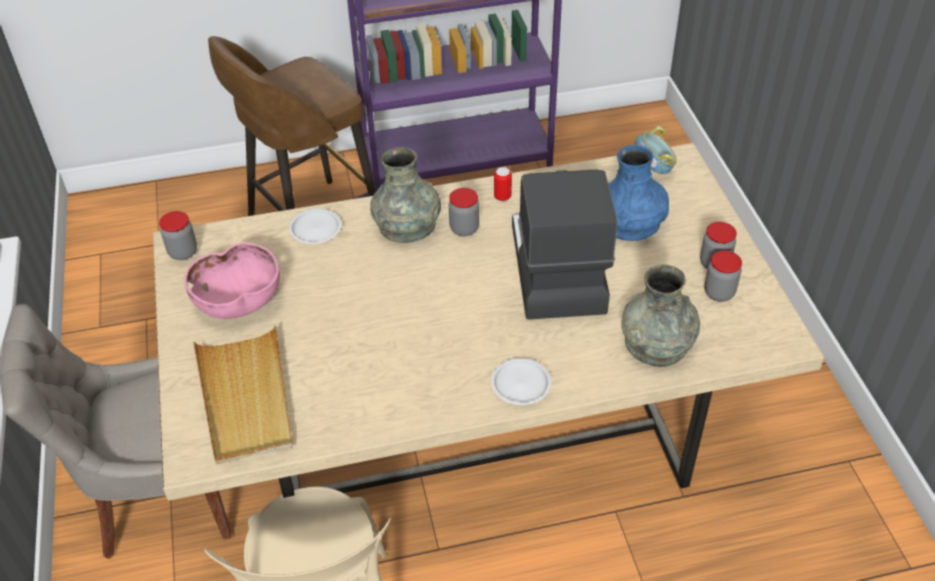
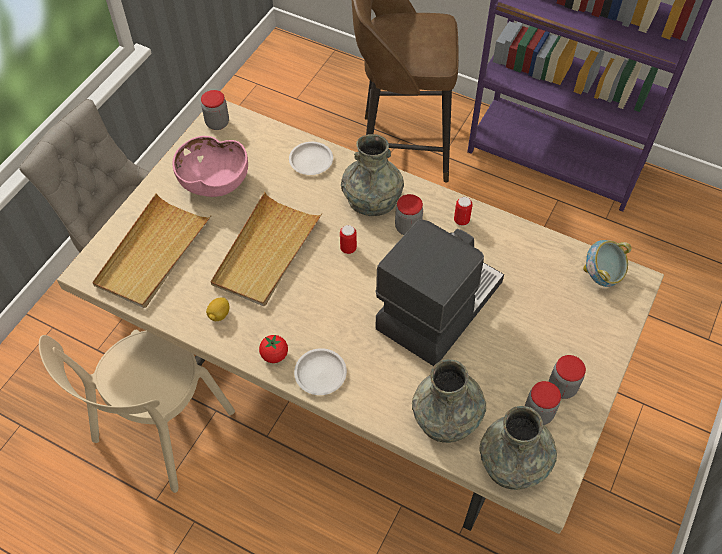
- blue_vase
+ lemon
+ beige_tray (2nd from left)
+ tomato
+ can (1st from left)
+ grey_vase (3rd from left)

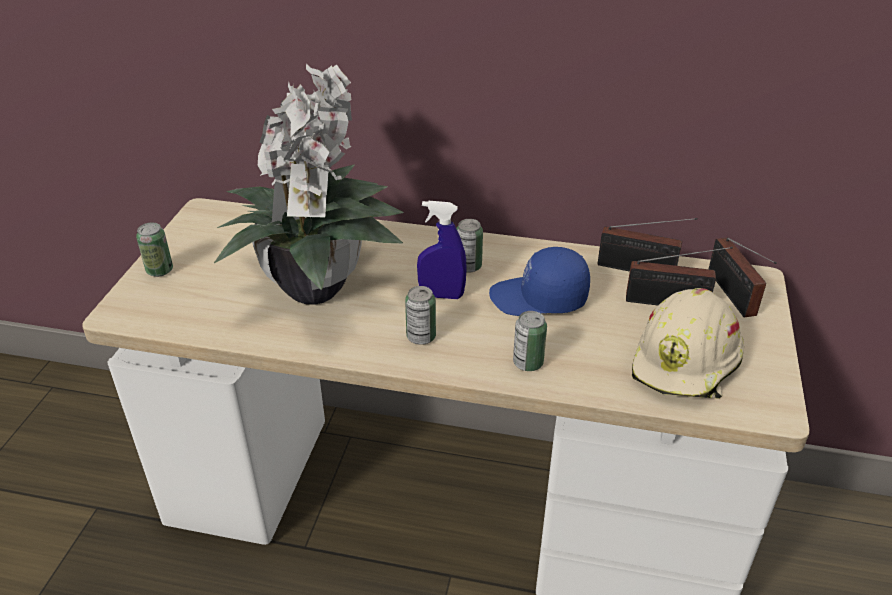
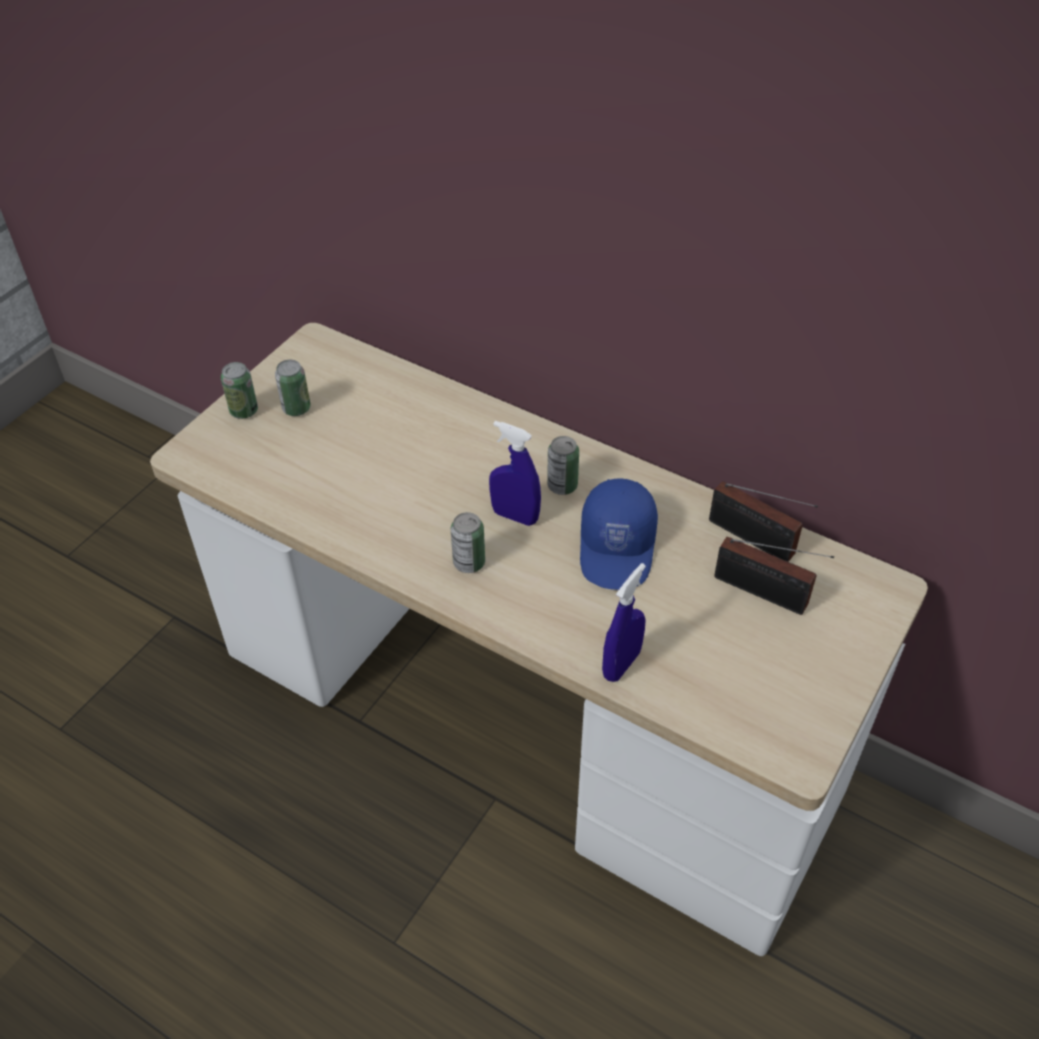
- potted_plant
- beige_hard_hat
- radio (3rd from left)
+ blue_spray_bottle (2nd from left)
~ can (4th from left in the first image) to can (2nd from left)
~ blue_cap 105 degrees counterclockwise

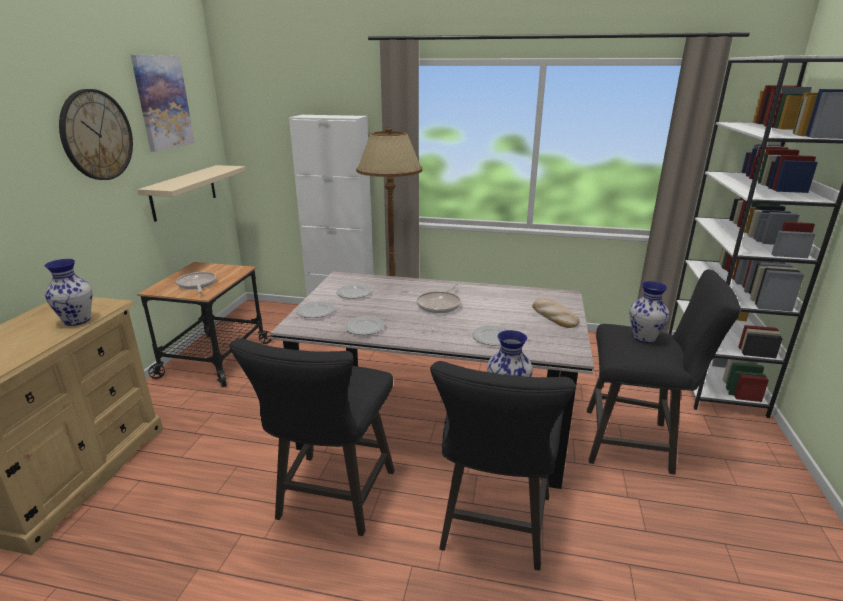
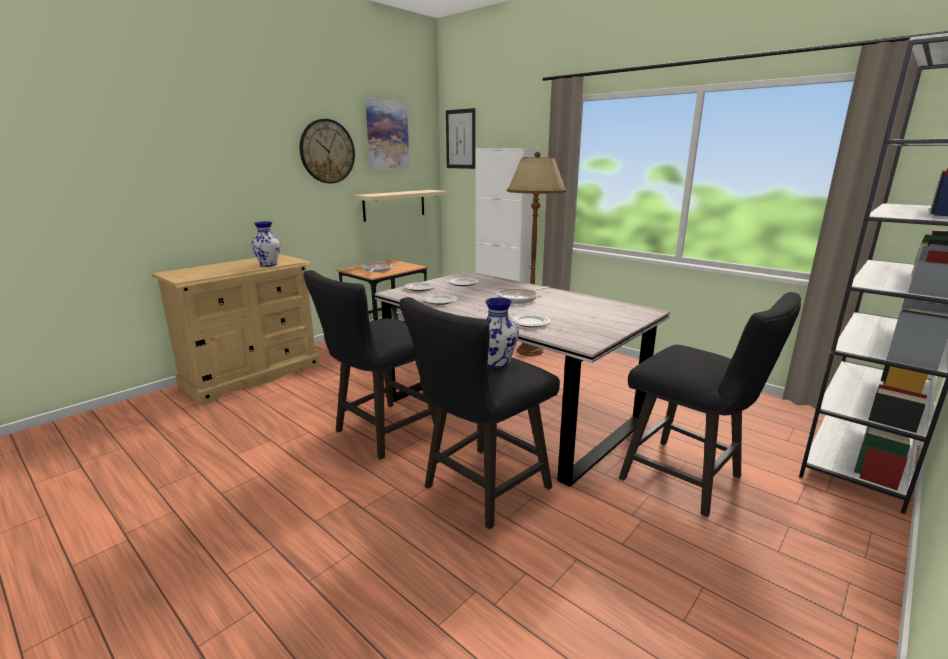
- bread
- vase (3rd from left)
+ picture (2nd from left)

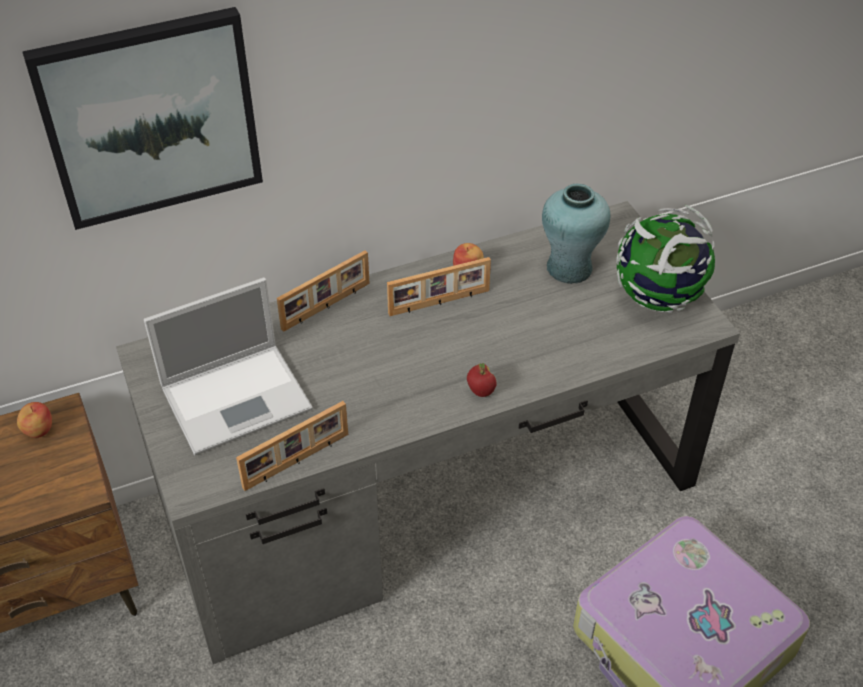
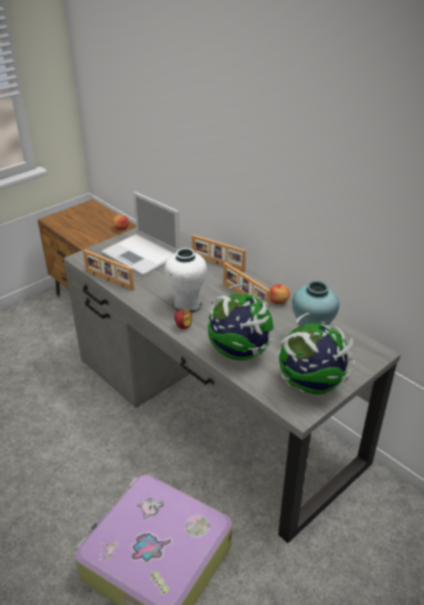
- picture
+ white_vase
+ globe (1st from left)

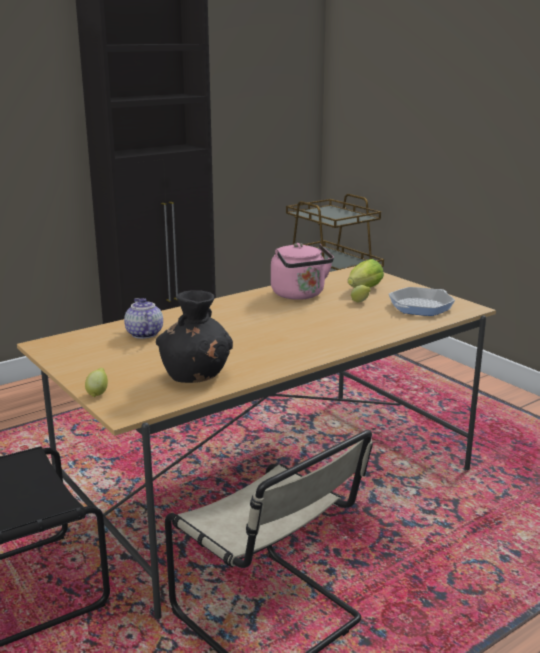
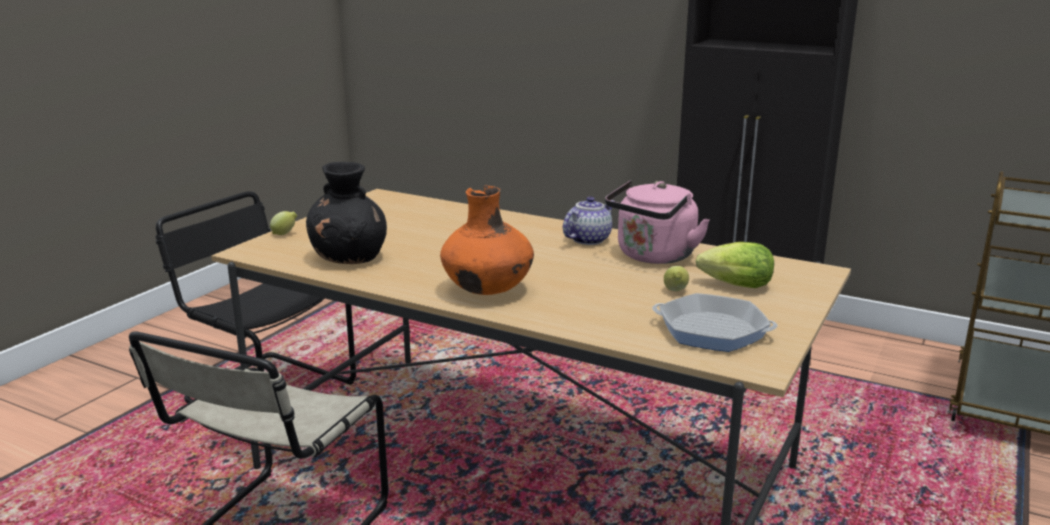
+ orange_vase
~ teapot

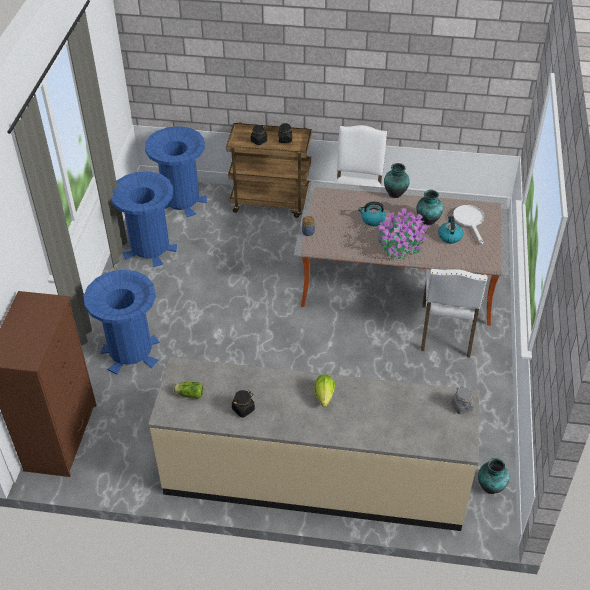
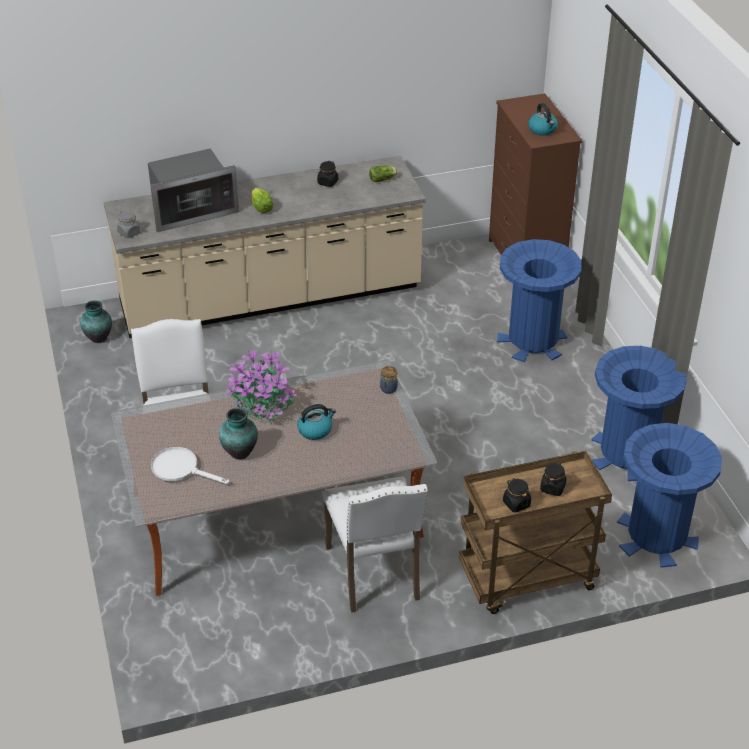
- vase (1st from left)
+ microwave
~ kettle (2nd from left)
~ white_frying_pan 150 degrees clockwise

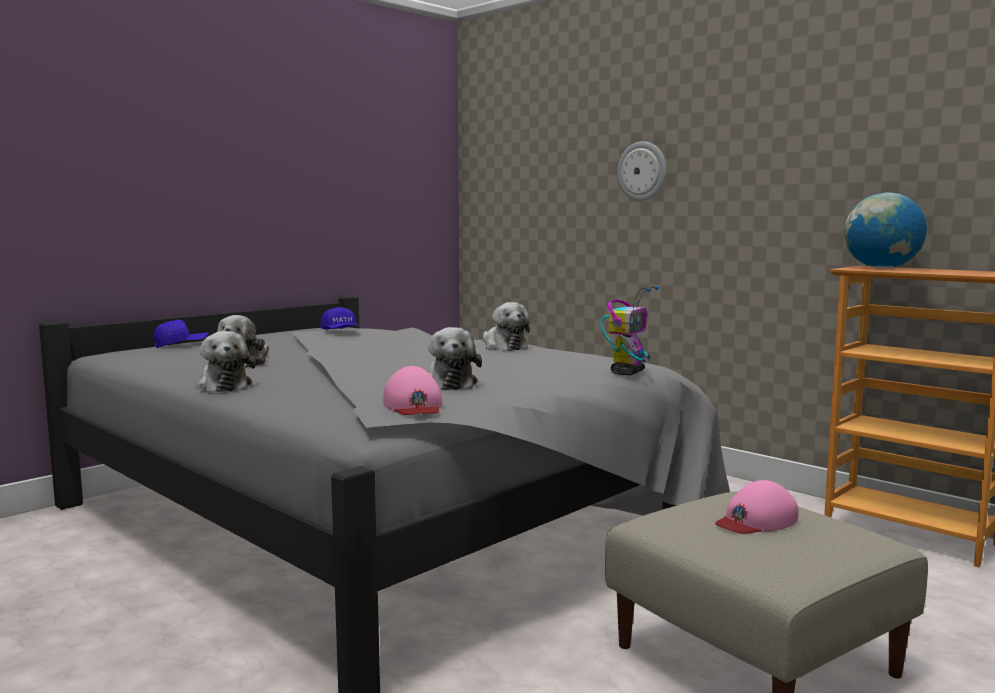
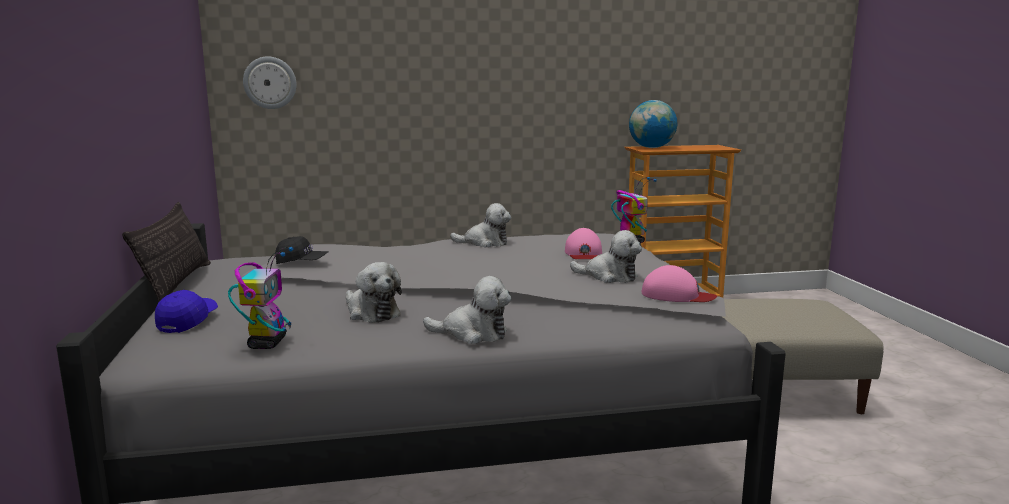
+ pillow
+ toy_robot (1st from left)
~ wall_clock
~ pink_cap (2nd from left in the first image) to pink_cap (1st from left)
~ blue_cap (2nd from left) to black_cap

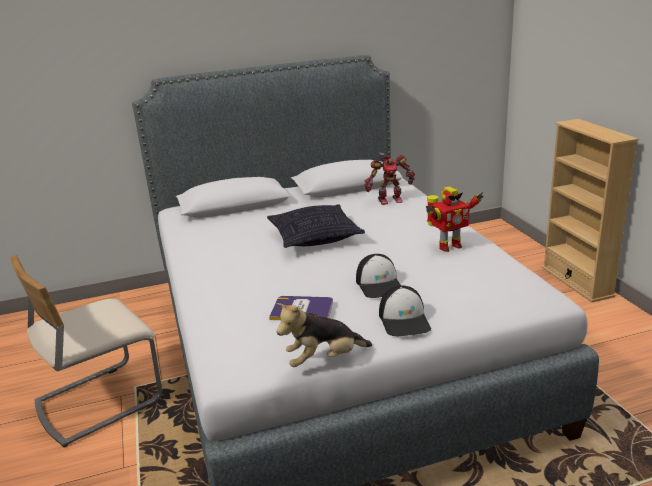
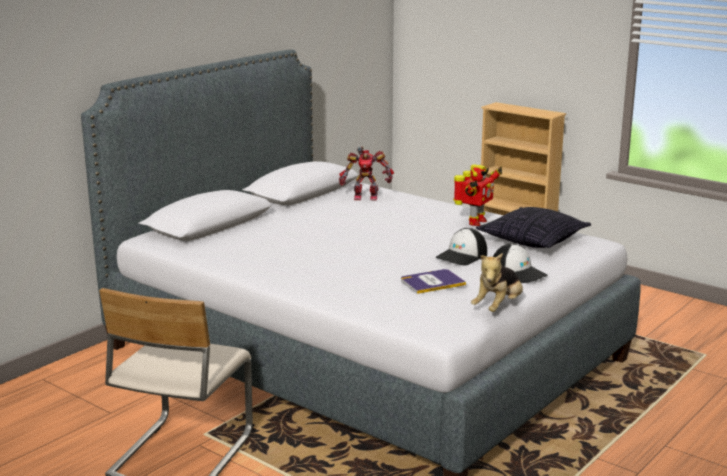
~ pillow
~ cap (1st from left) 90 degrees clockwise
~ toy_robot (1st from left) 45 degrees clockwise

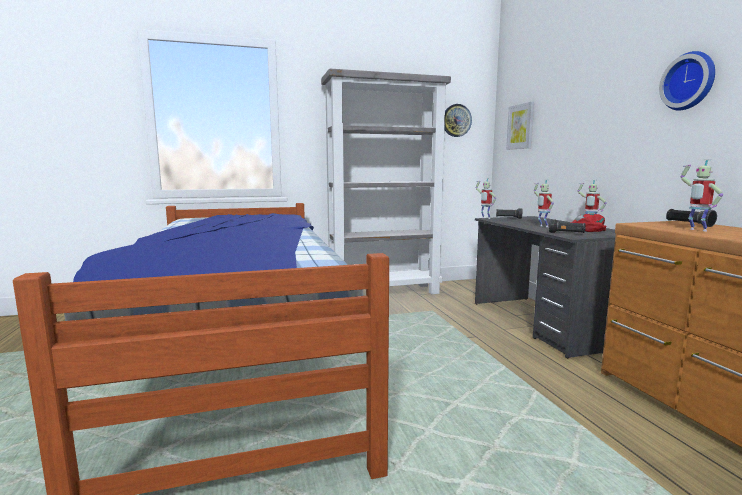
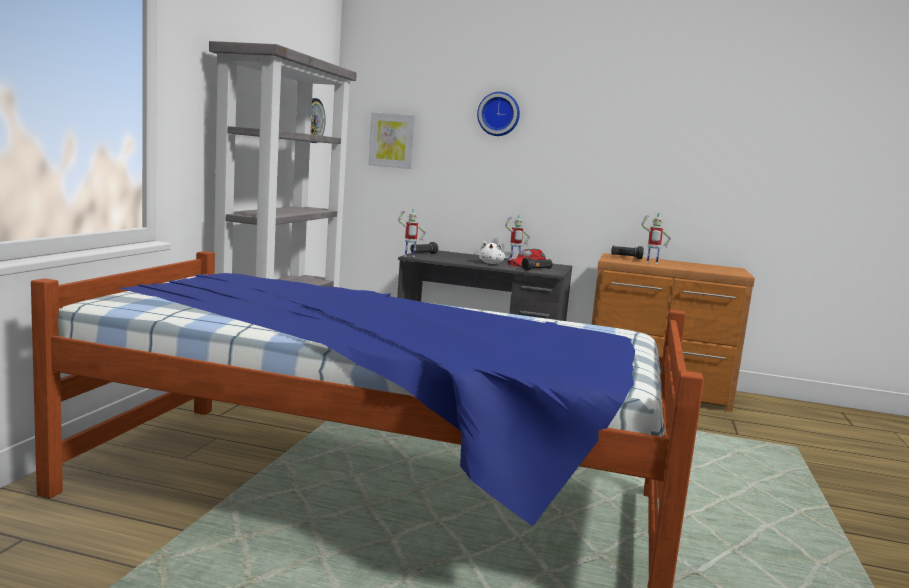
~ wall_clock (2nd from left)
~ toy_robot (2nd from left) to white_plush_toy

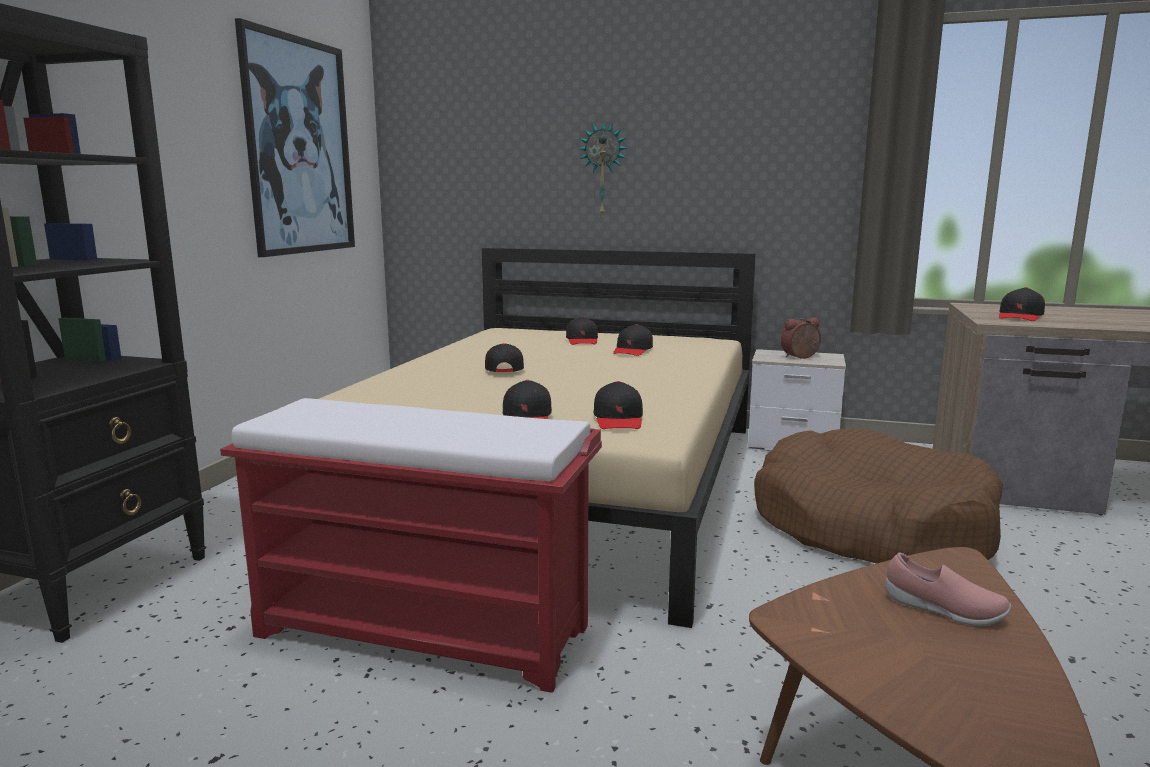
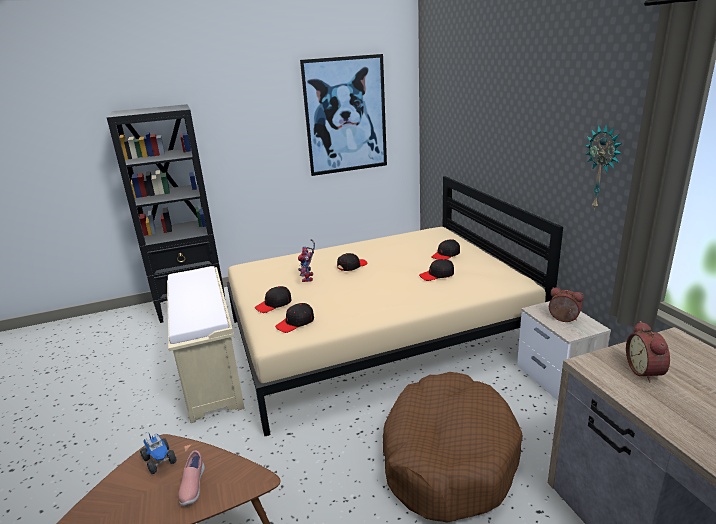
+ toy_truck
+ toy_robot
~ wall_clock
~ black_cap (6th from left) to alarm_clock (2nd from left)
~ red_bench to beige_bench

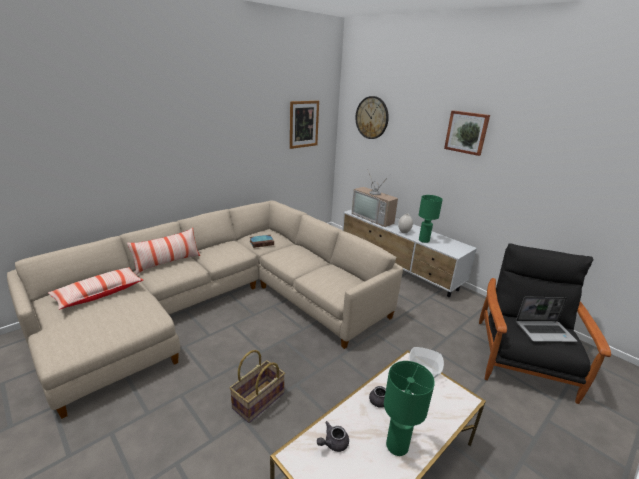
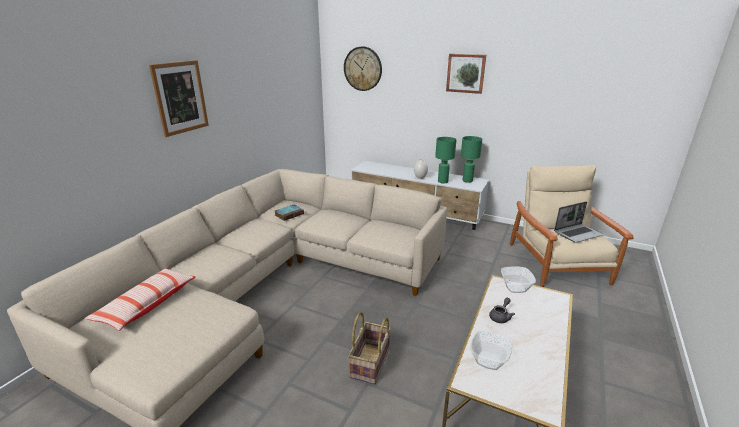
- pillow (2nd from left)
- television
~ picture (1st from left)
~ green_table_lamp (1st from left in the first image) to green_table_lamp (2nd from left)
~ grey_teapot (1st from left) to bowl (1st from left)
~ black_armchair to beige_armchair

